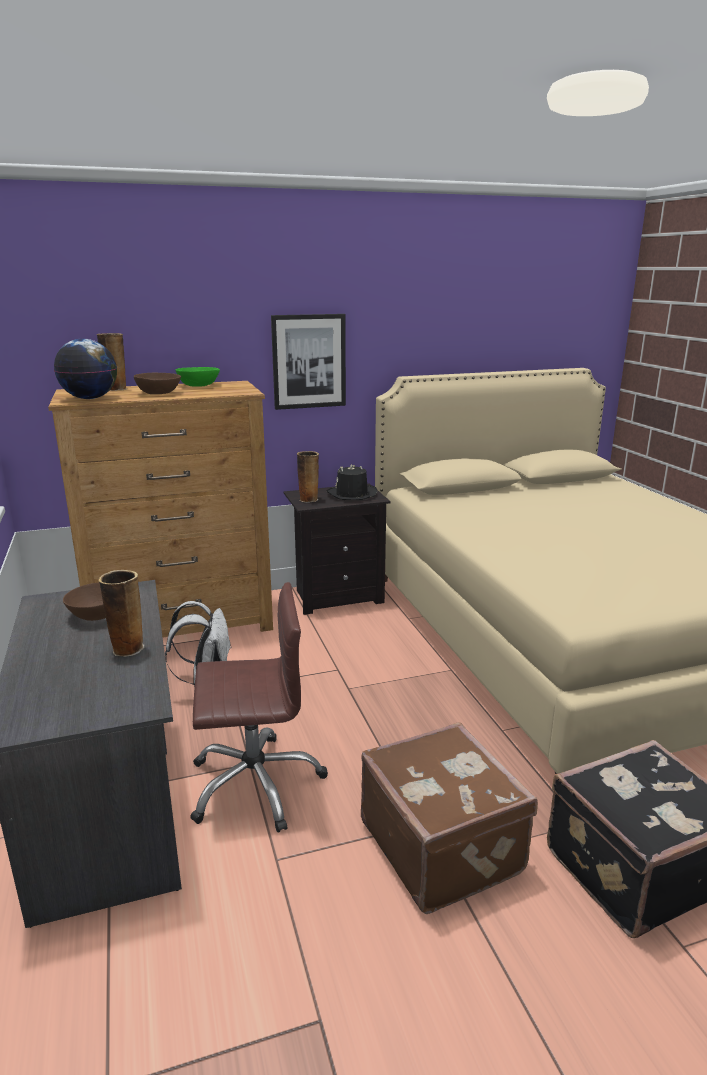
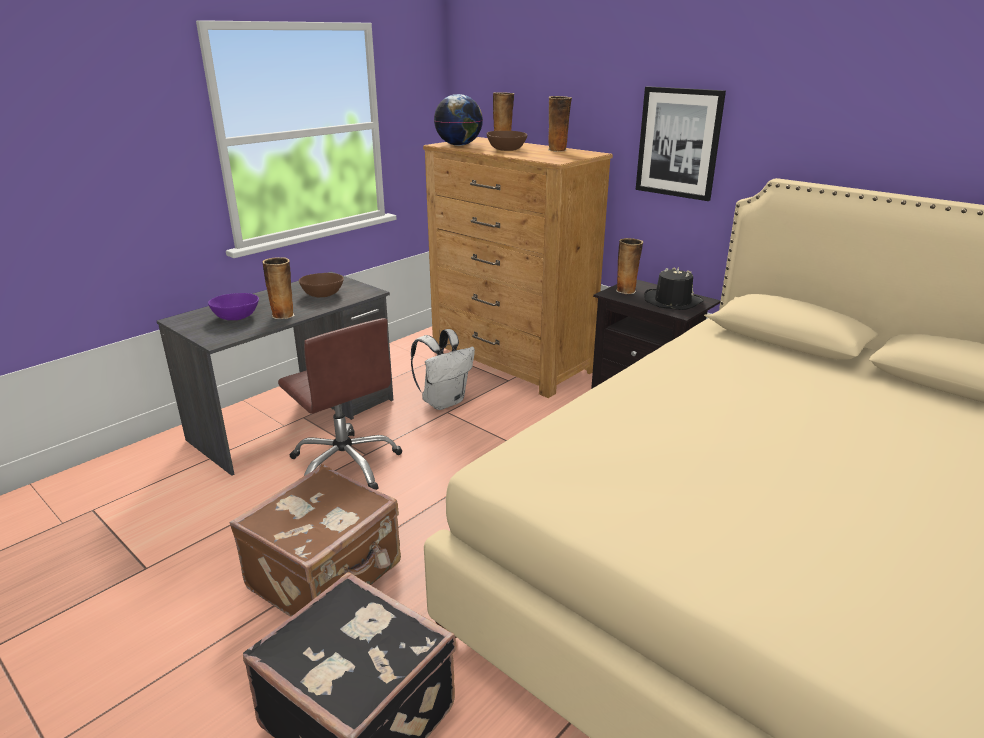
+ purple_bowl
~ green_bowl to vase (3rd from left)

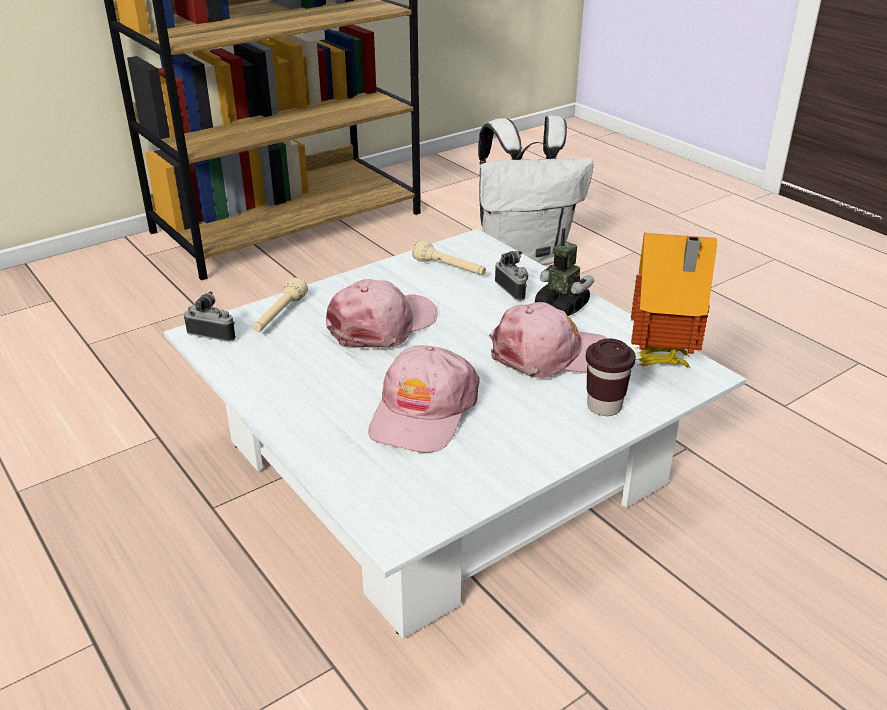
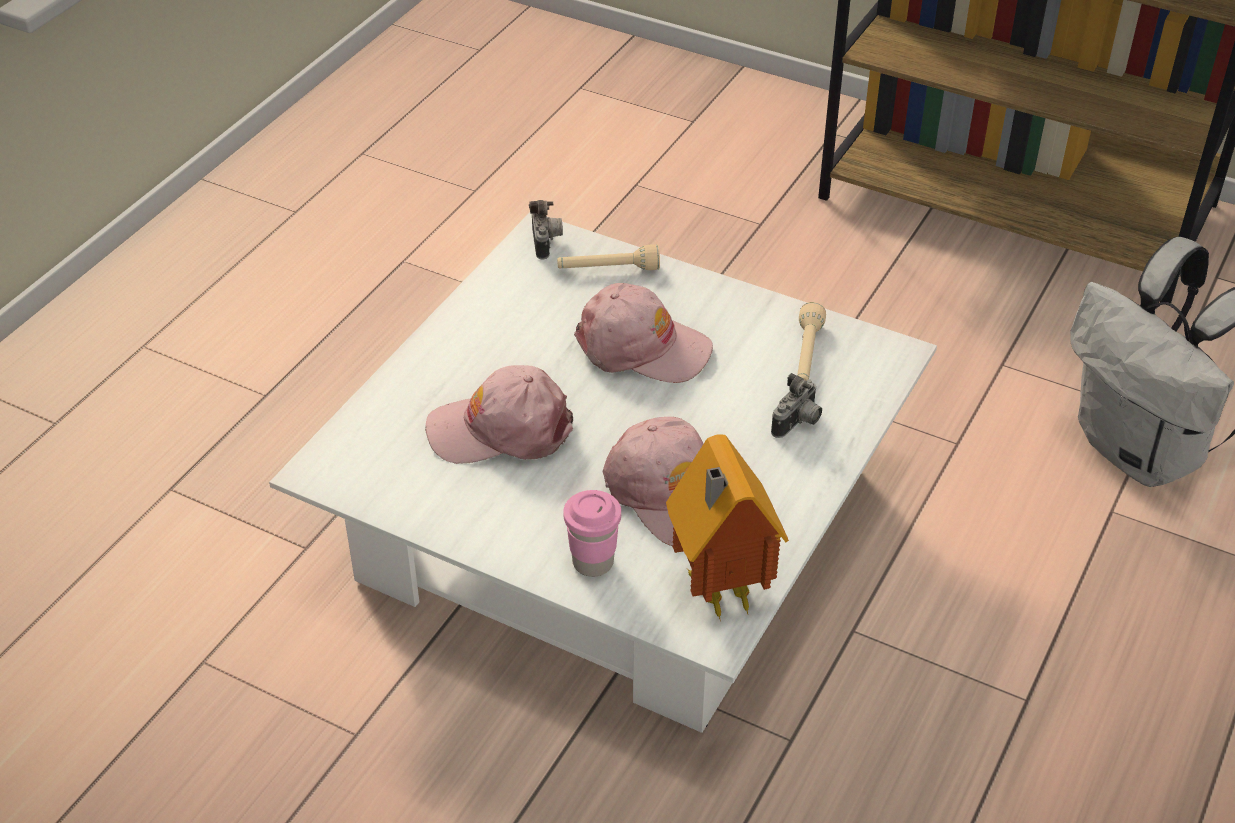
- toy_robot
~ brown_cup to pink_cup

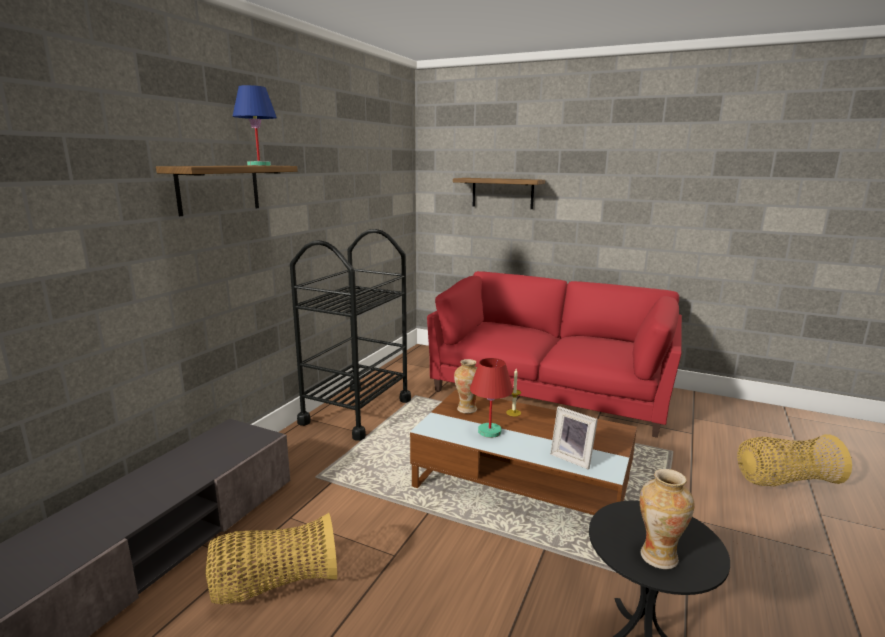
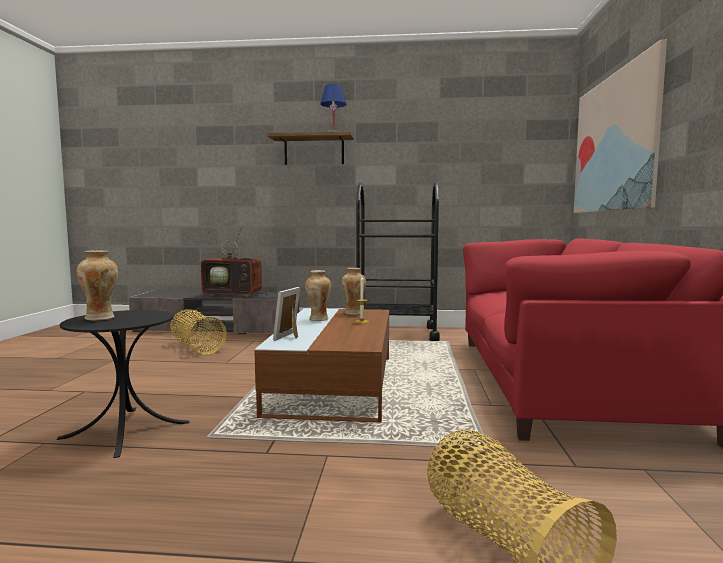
+ television
~ shelf (2nd from left) to picture
~ red_table_lamp to vase (2nd from left)

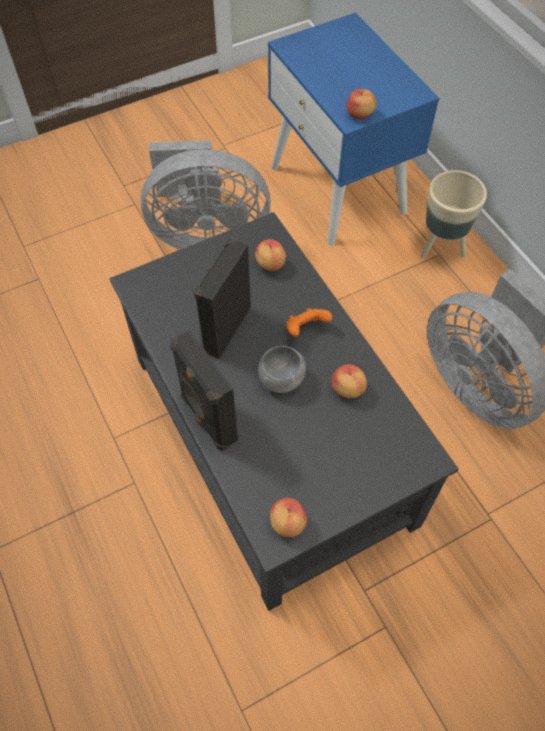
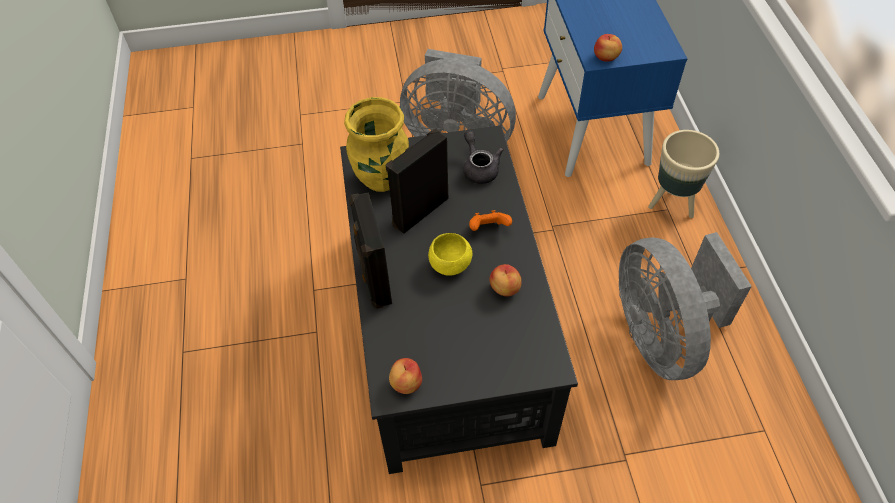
+ yellow_vase
~ apple (1st from left) to grey_teapot
~ grey_bowl to yellow_bowl

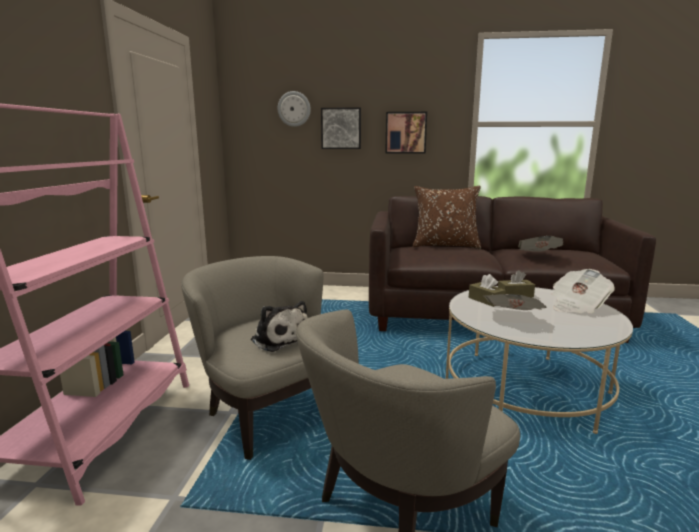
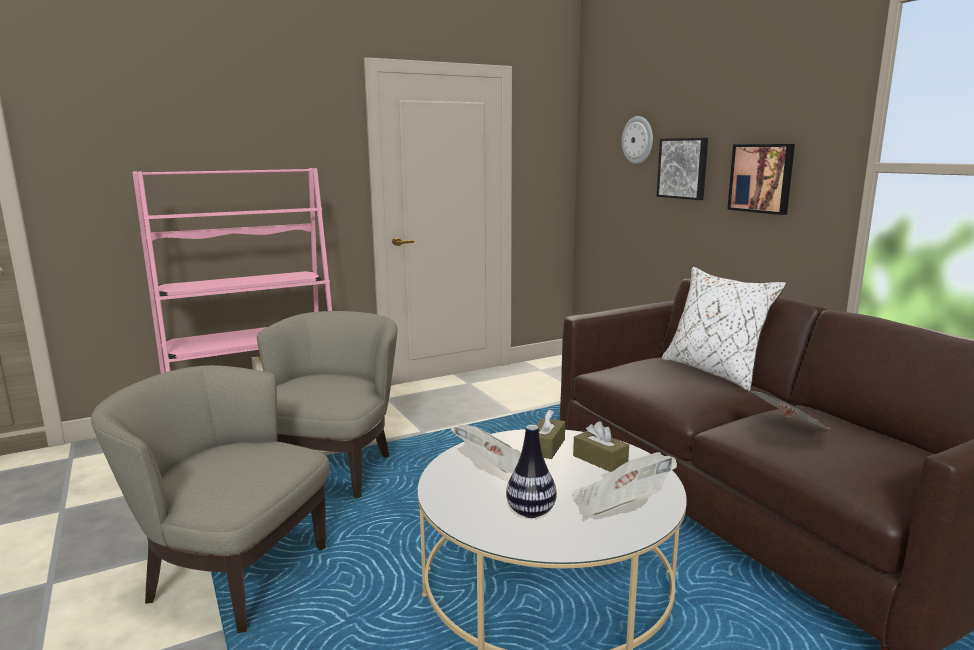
- plush_toy
+ vase
~ brown_pillow to white_pillow

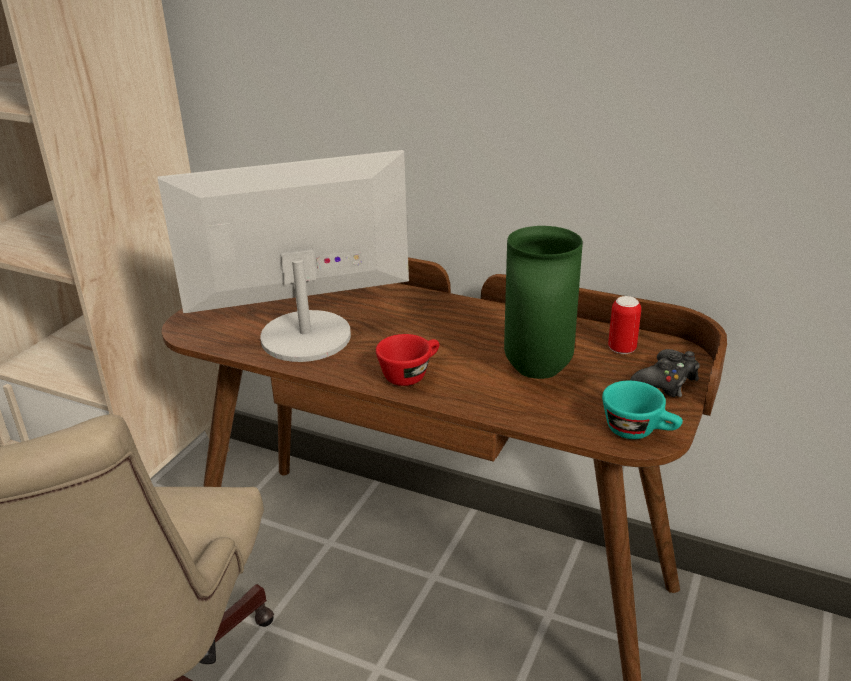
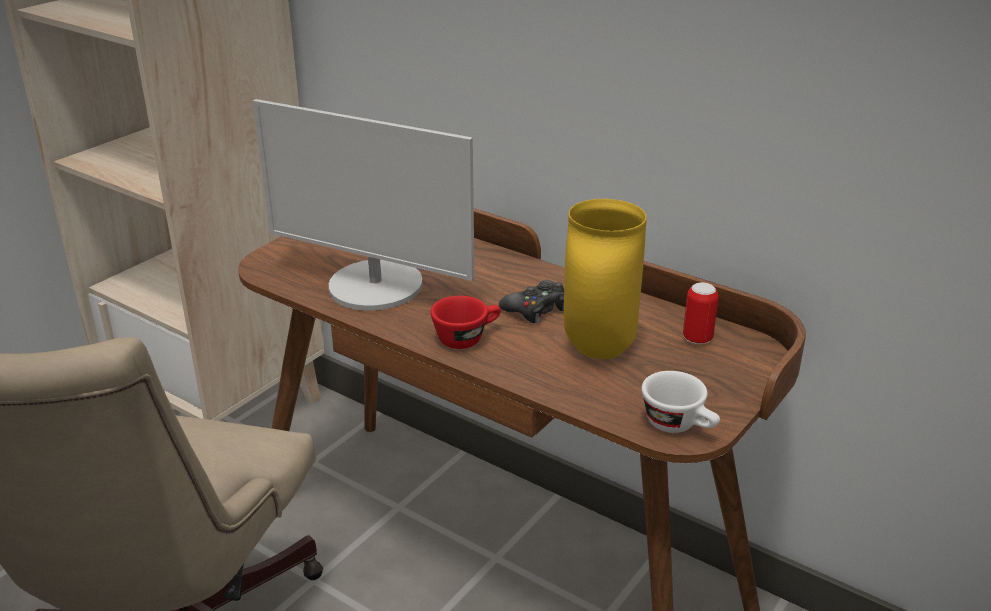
~ black_game_controller
~ green_vase to yellow_vase
~ turquoise_cup to white_cup
~ monitor 150 degrees counterclockwise

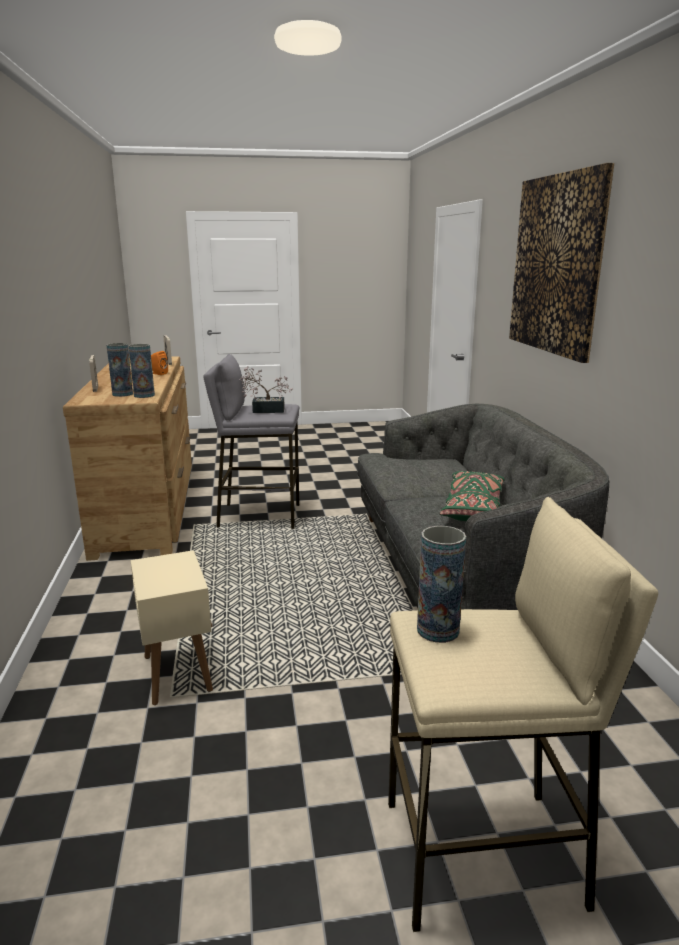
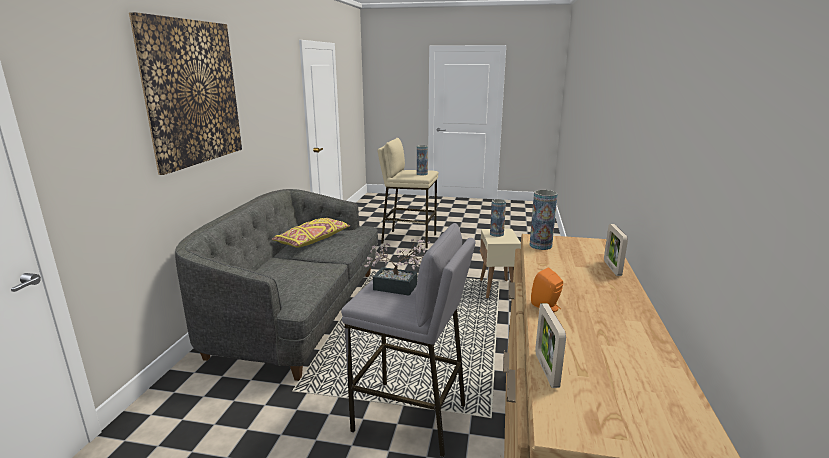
~ vase (1st from left in the first image) to vase (2nd from left)
~ green_pillow to yellow_pillow

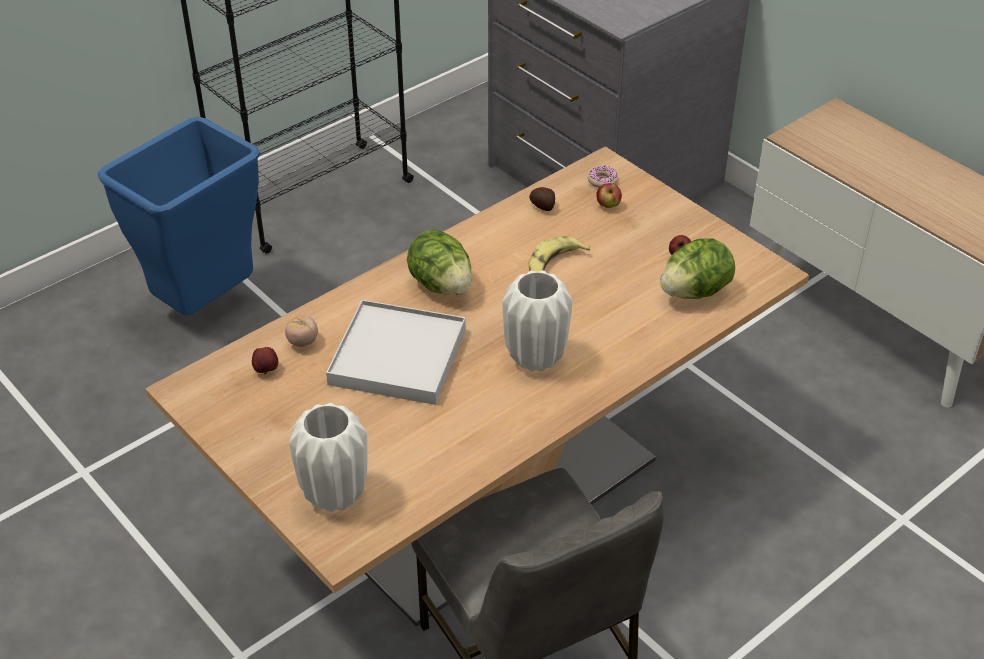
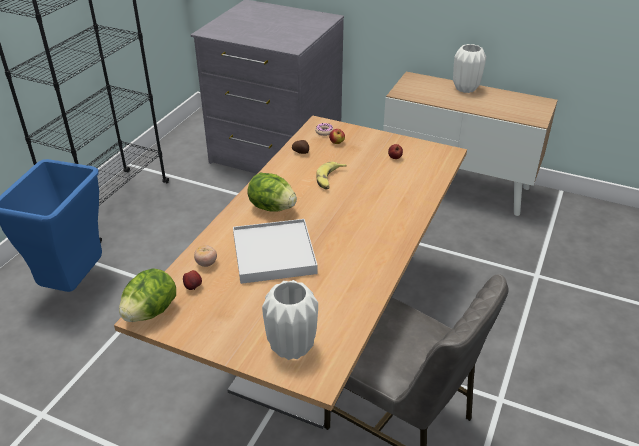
~ white_vase (2nd from left)
~ lettuce (2nd from left in the first image) to lettuce (1st from left)

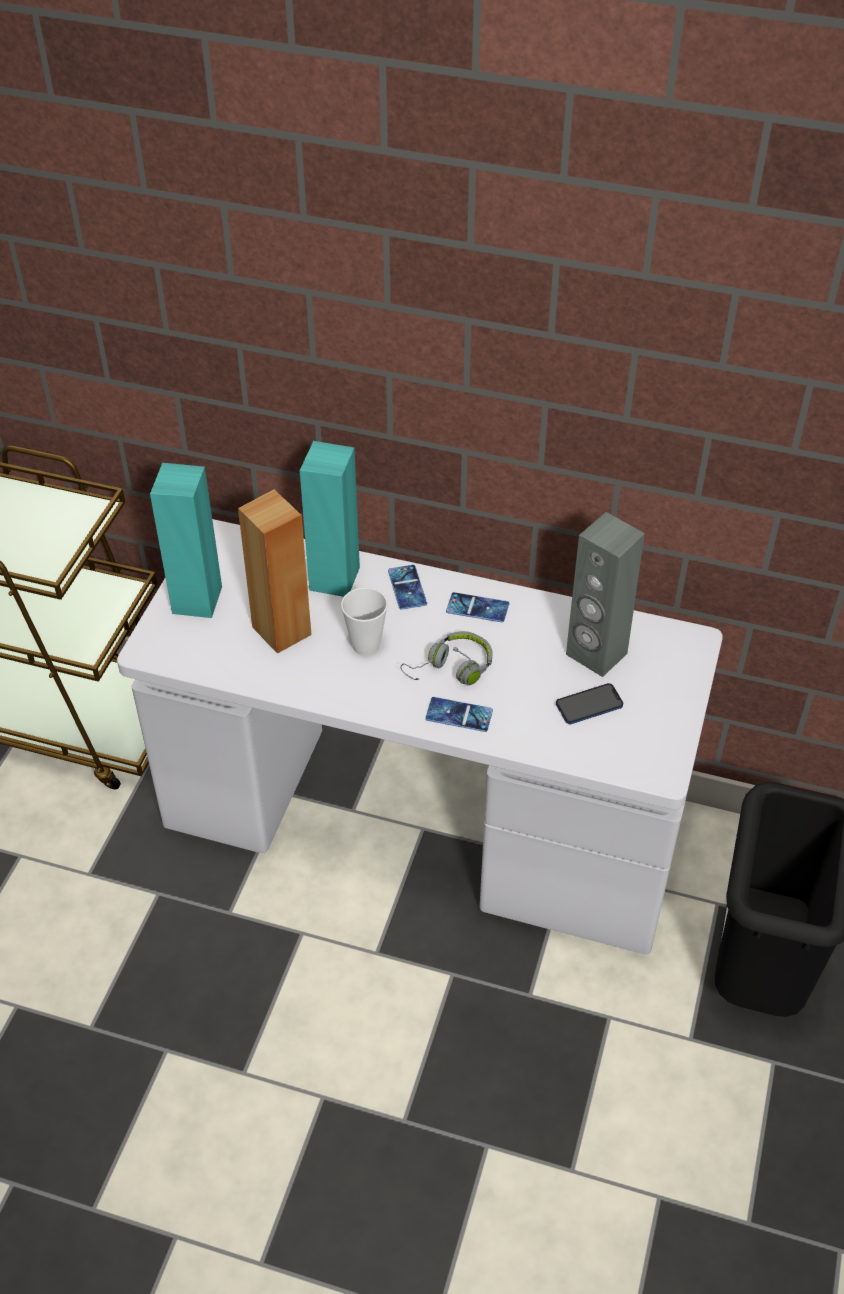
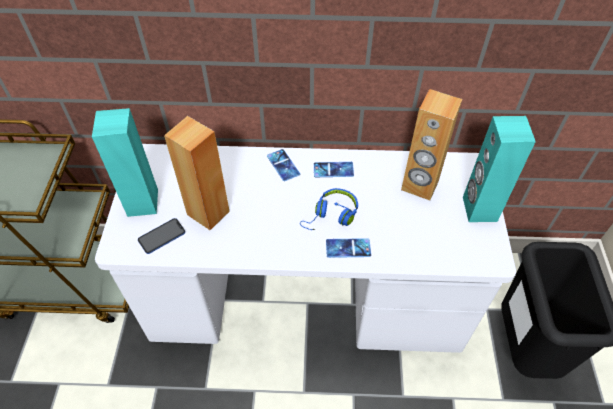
- cup
~ turquoise_speaker (2nd from left)
~ phone (4th from left in the first image) to phone (1st from left)
~ grey_headphones to blue_headphones
~ grey_speaker to brown_speaker (2nd from left)

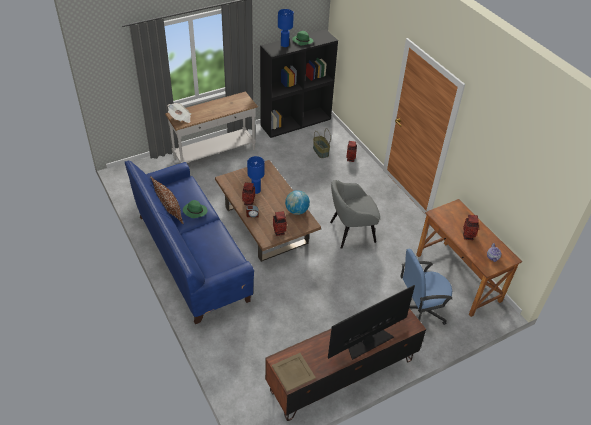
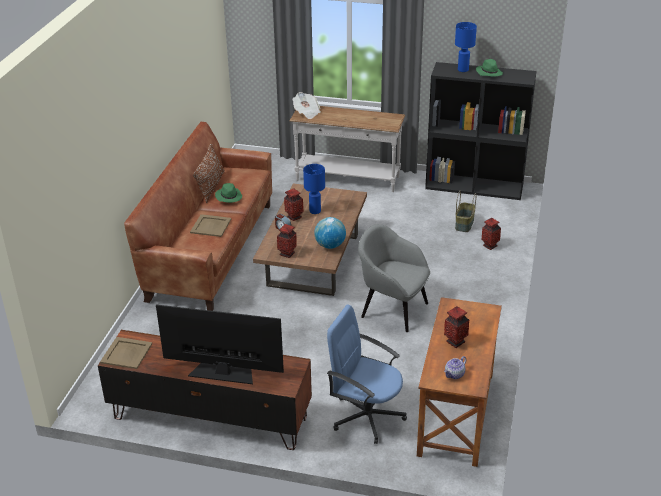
+ beige_tray (2nd from left)
~ blue_sofa to brown_sofa

